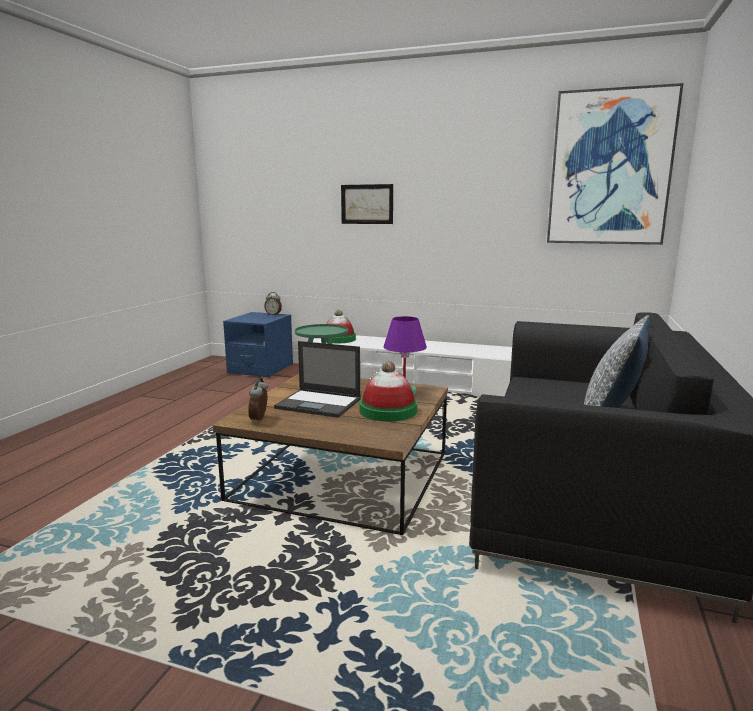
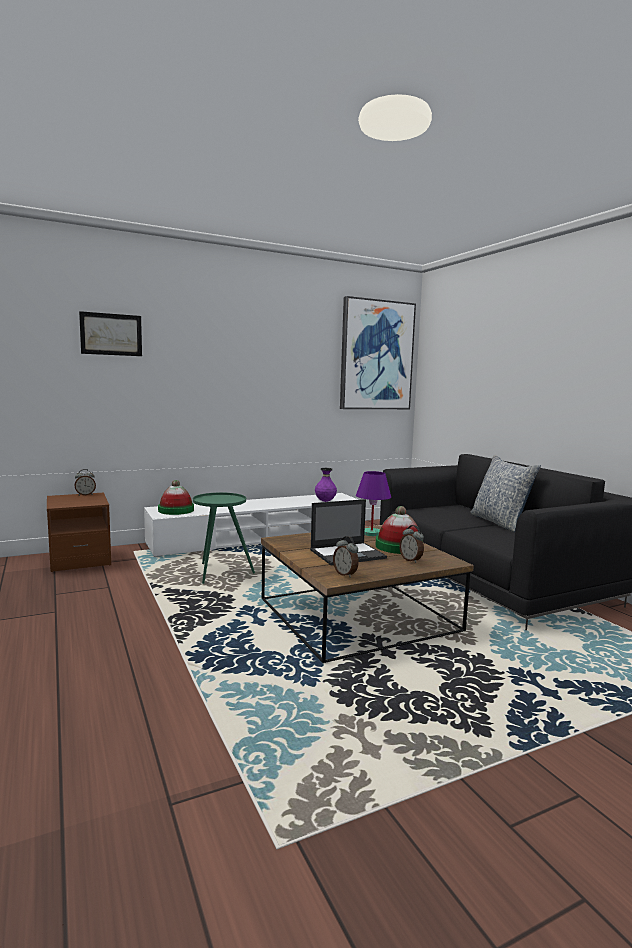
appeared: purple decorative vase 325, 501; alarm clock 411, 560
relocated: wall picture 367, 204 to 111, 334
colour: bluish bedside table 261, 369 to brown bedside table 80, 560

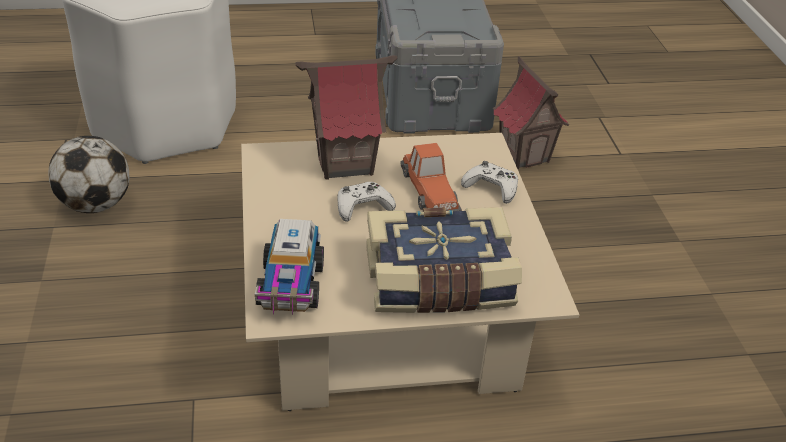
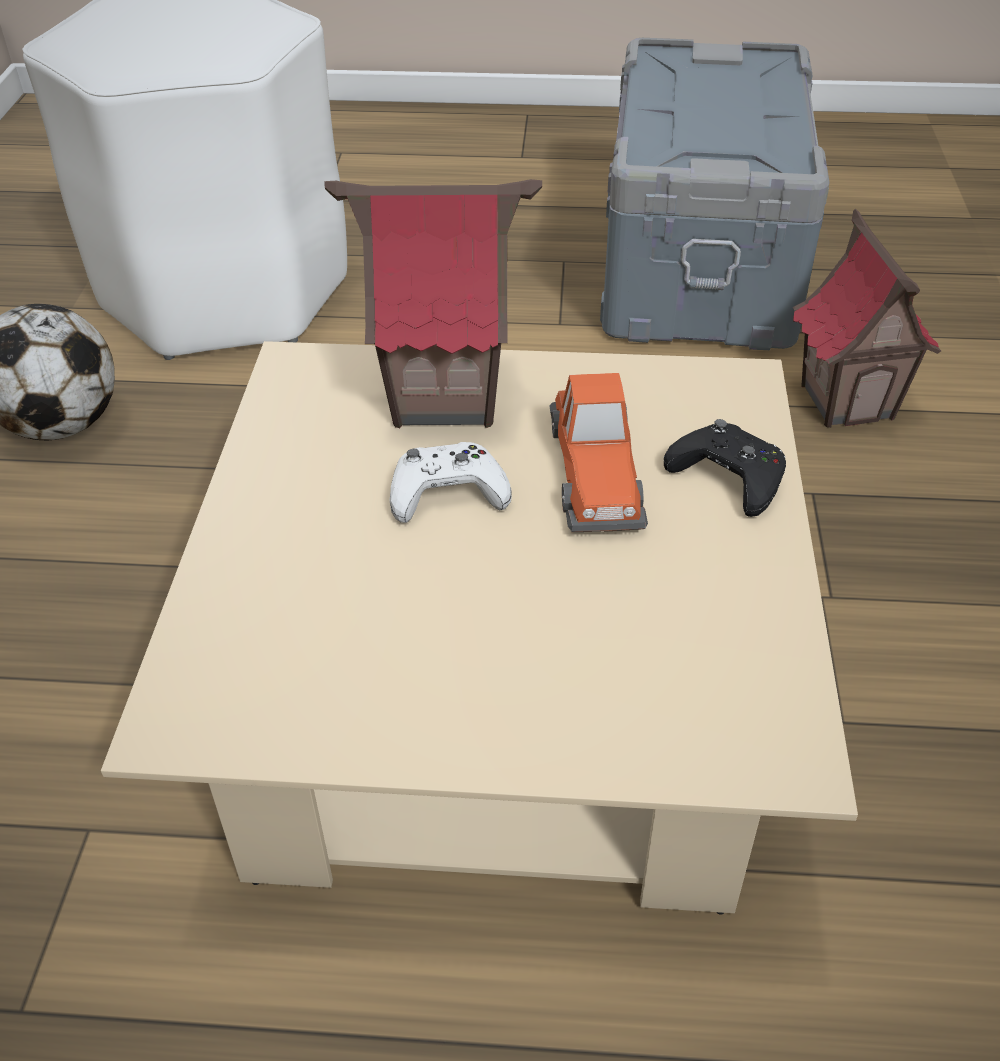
missing: volume 439, 283; model truck 291, 286
colour: white gamepad 491, 187 to black-coloured gamepad 728, 477

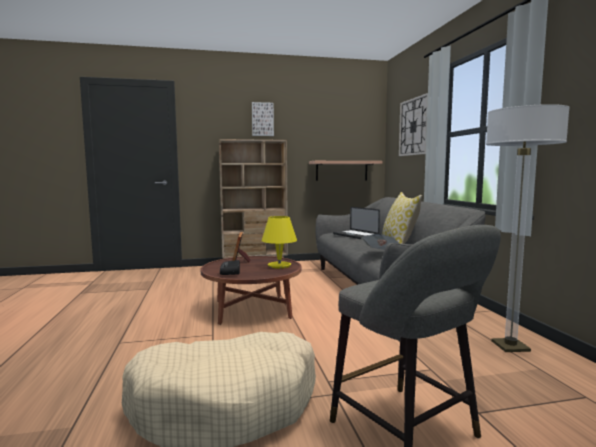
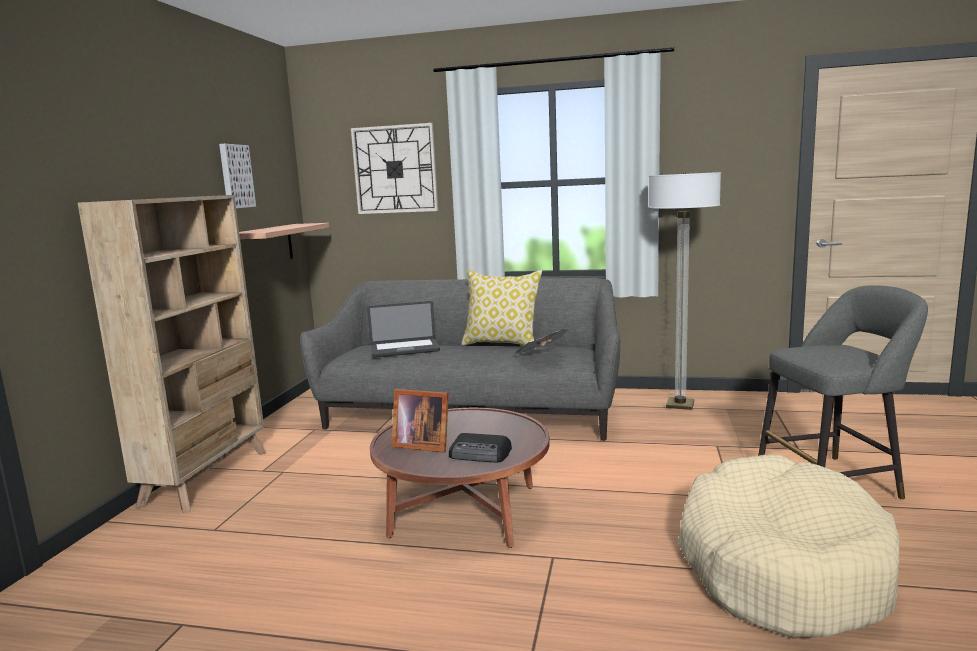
missing: yellowish table lamp 279, 265
relocated: wall picture 262, 119 to 235, 176

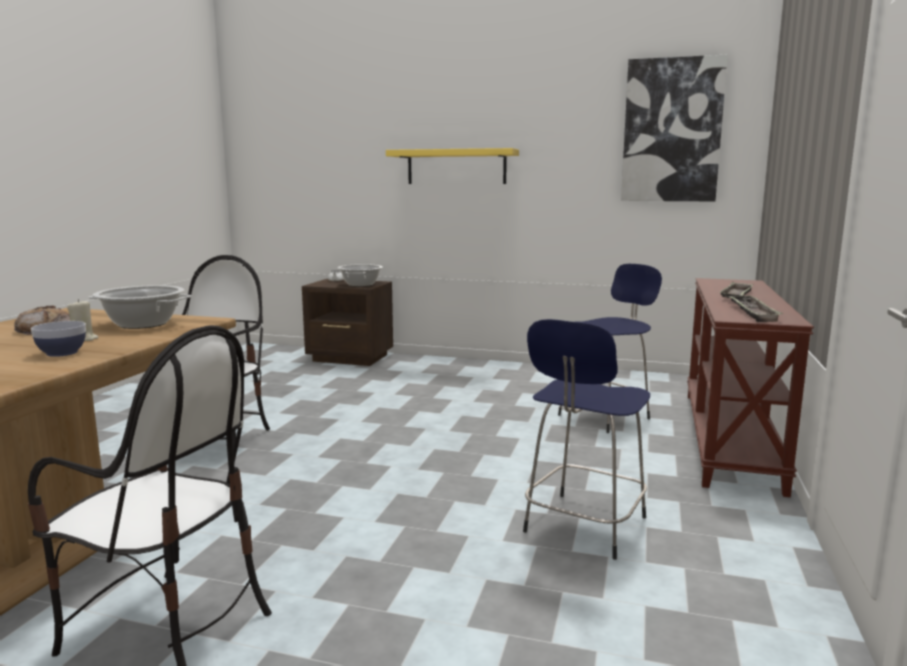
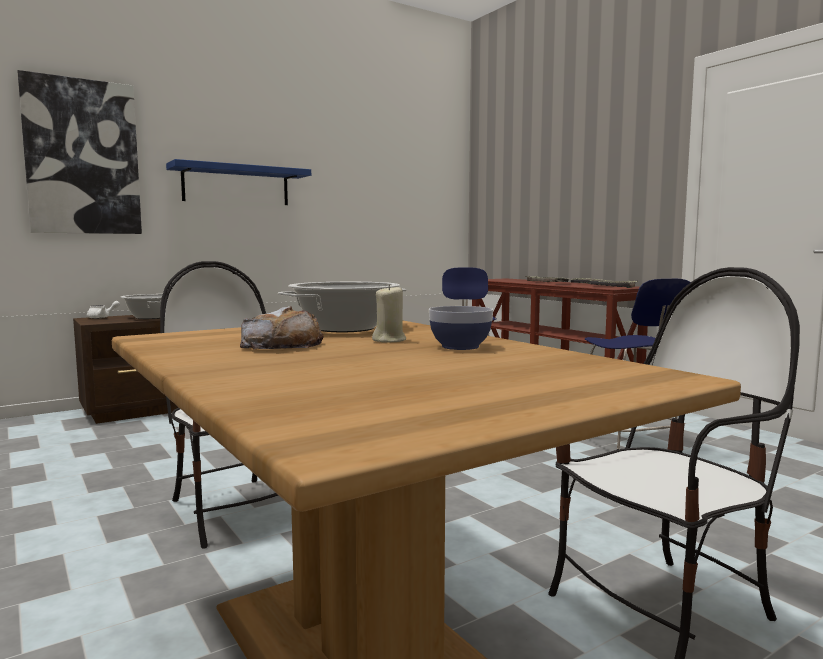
relocated: wall picture 672, 131 to 82, 157
colour: yellowish bracket shelf 456, 167 to bluish bracket shelf 236, 185

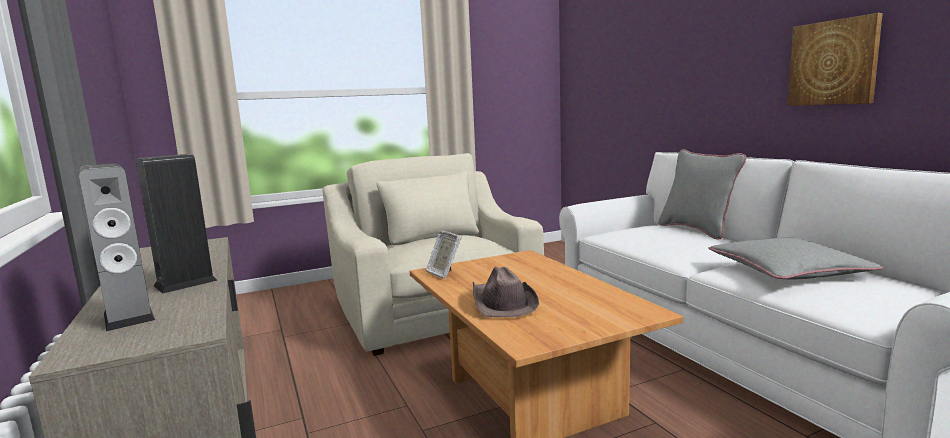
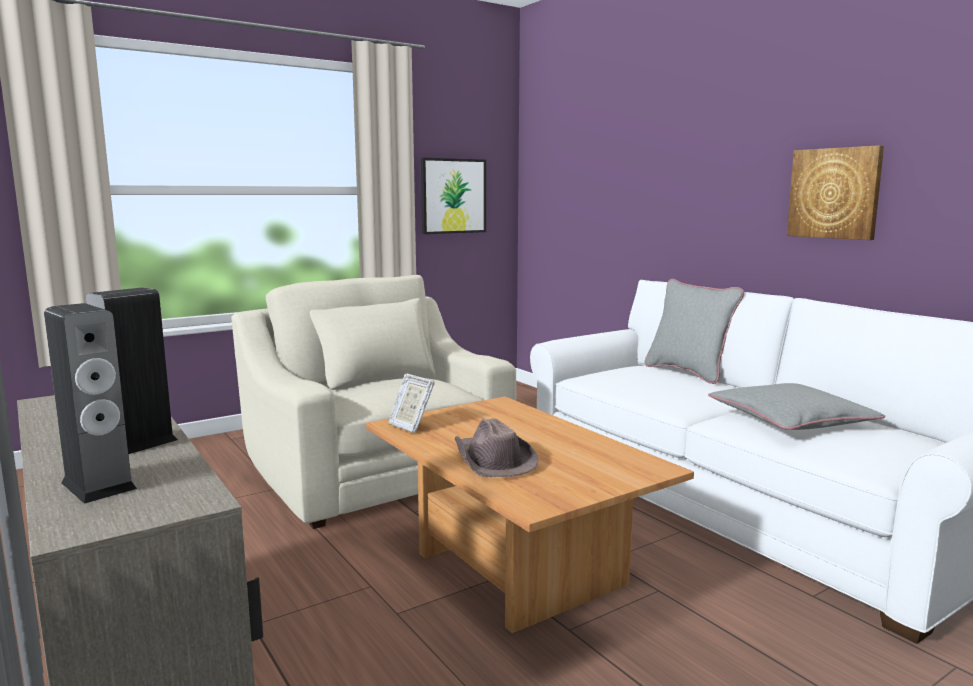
appeared: wall picture 453, 196

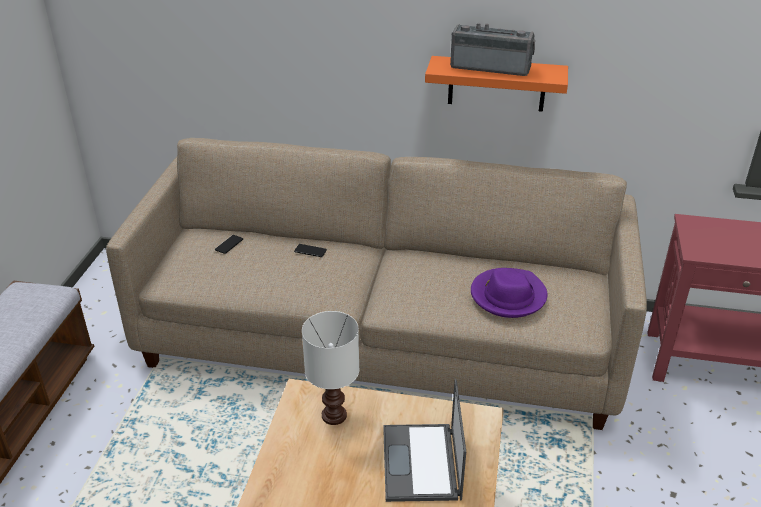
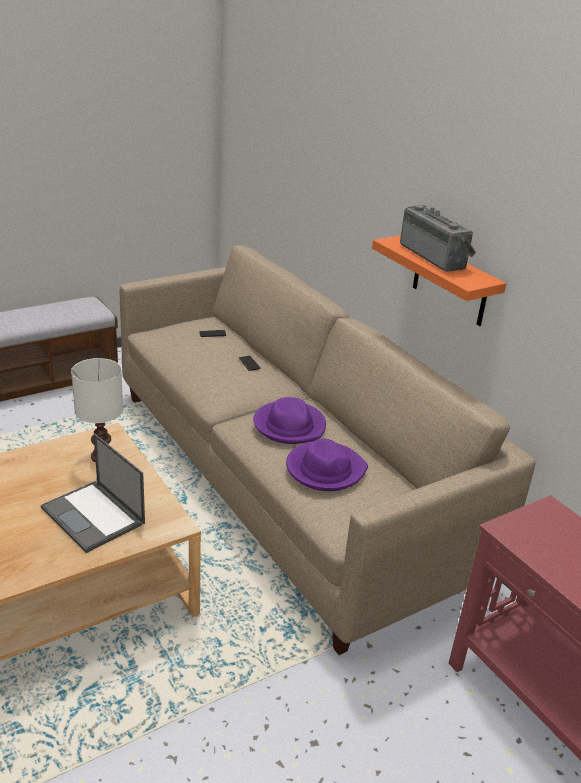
appeared: purple wearable hat 289, 425
spun: laptop 421, 463 = 94, 516 90 degrees counterclockwise

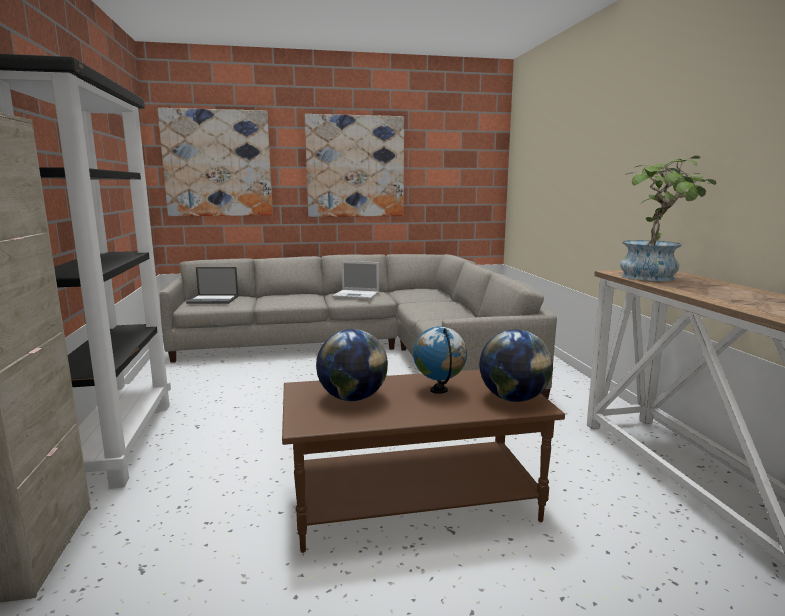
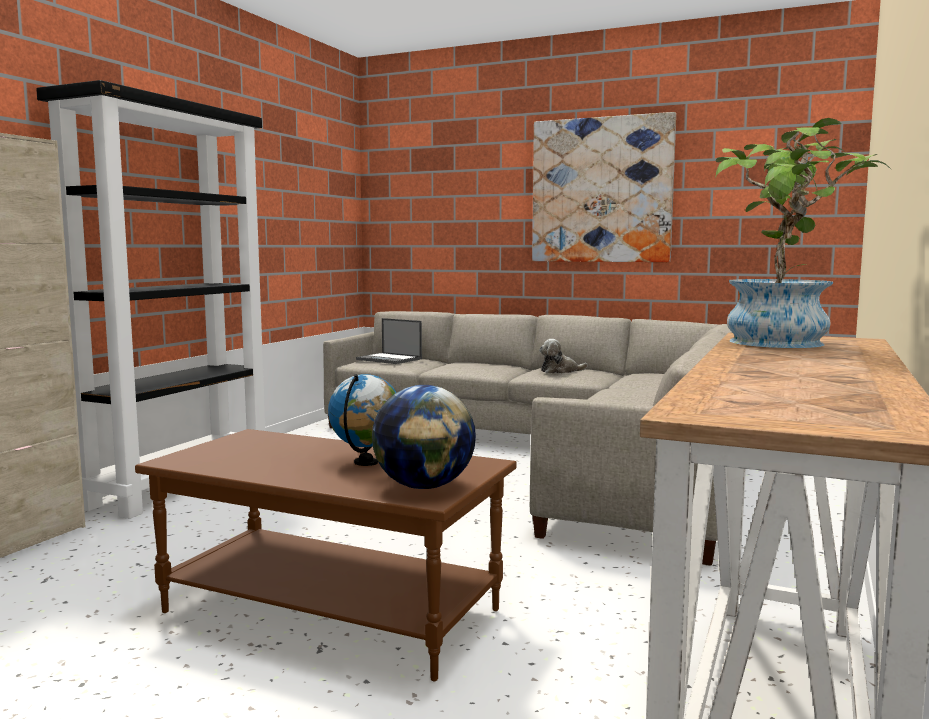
missing: wall picture 217, 163; world globe 352, 398
exchanged: laptop 357, 295 to soft toy 560, 371

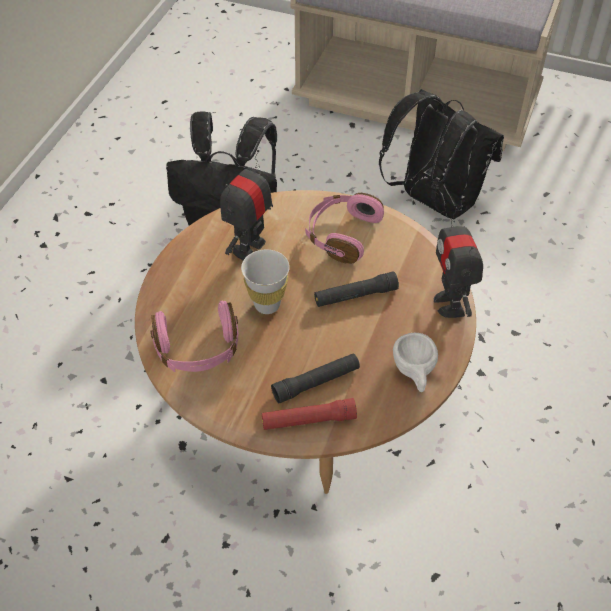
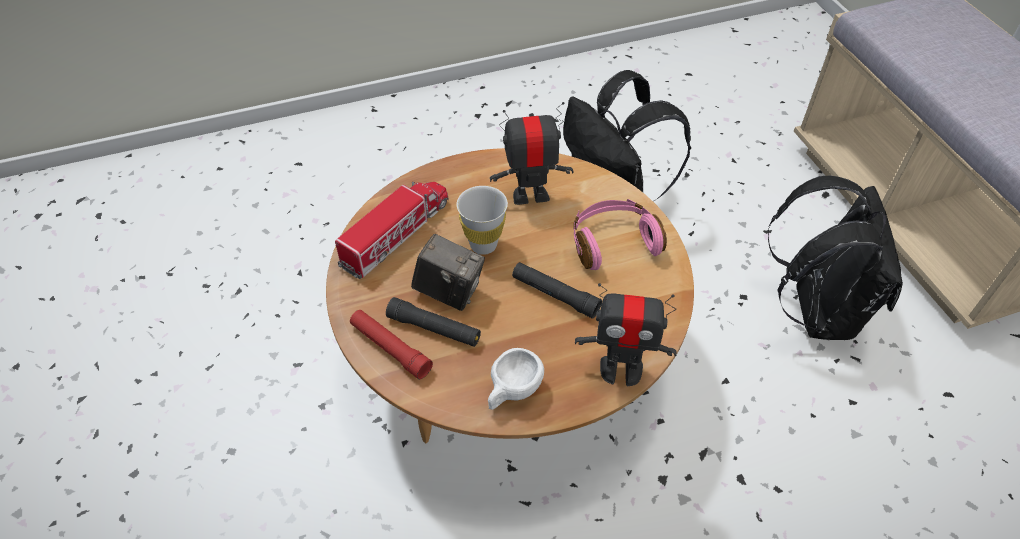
appeared: still camera 449, 291
exchanged: pink headset 198, 349 to model truck 396, 234
spun: robot figure 450, 304 = 621, 369 120 degrees counterclockwise

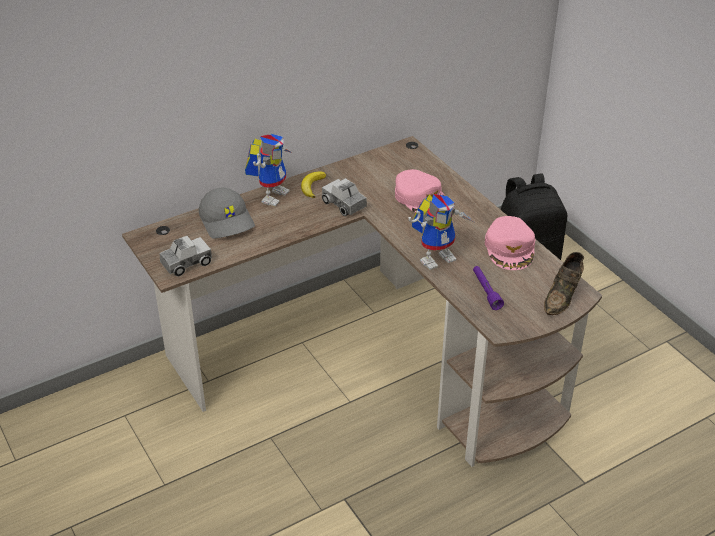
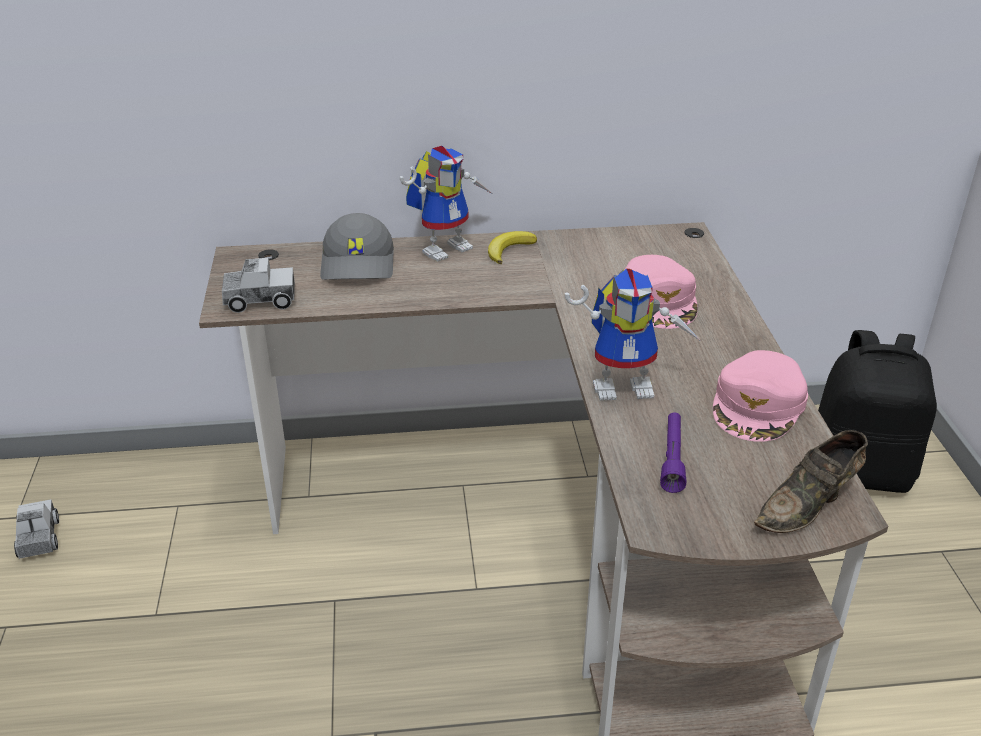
relocated: model truck 344, 204 to 39, 539

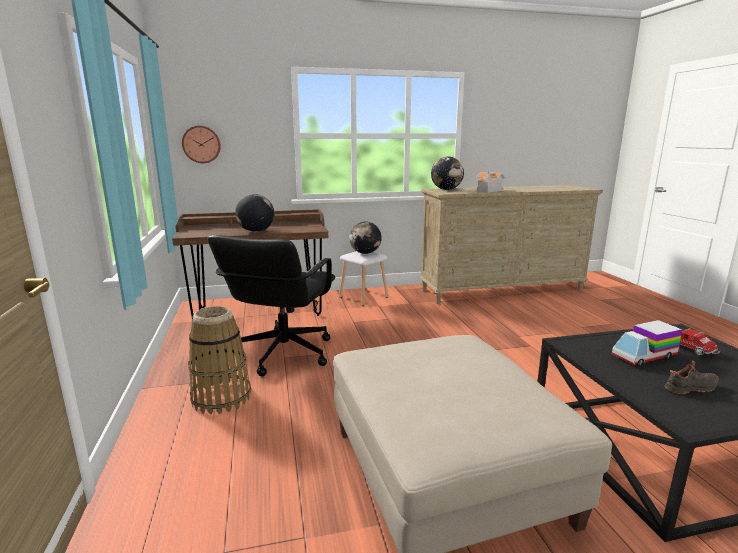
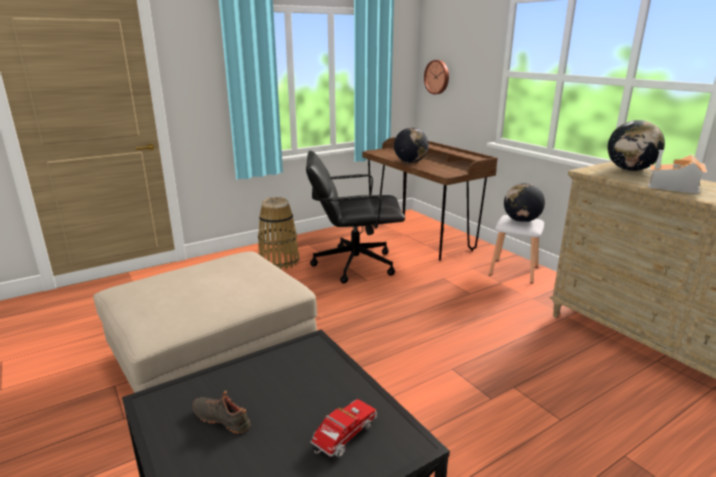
missing: model truck 644, 356
spun: black-coloured low shoe 692, 388 = 223, 418 150 degrees clockwise

